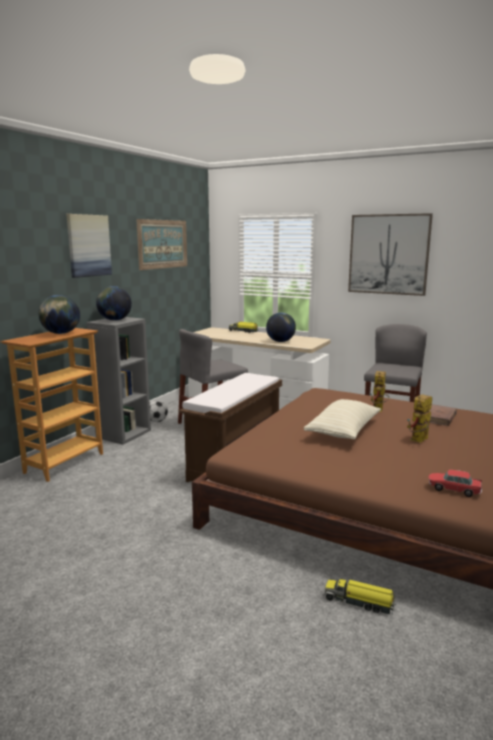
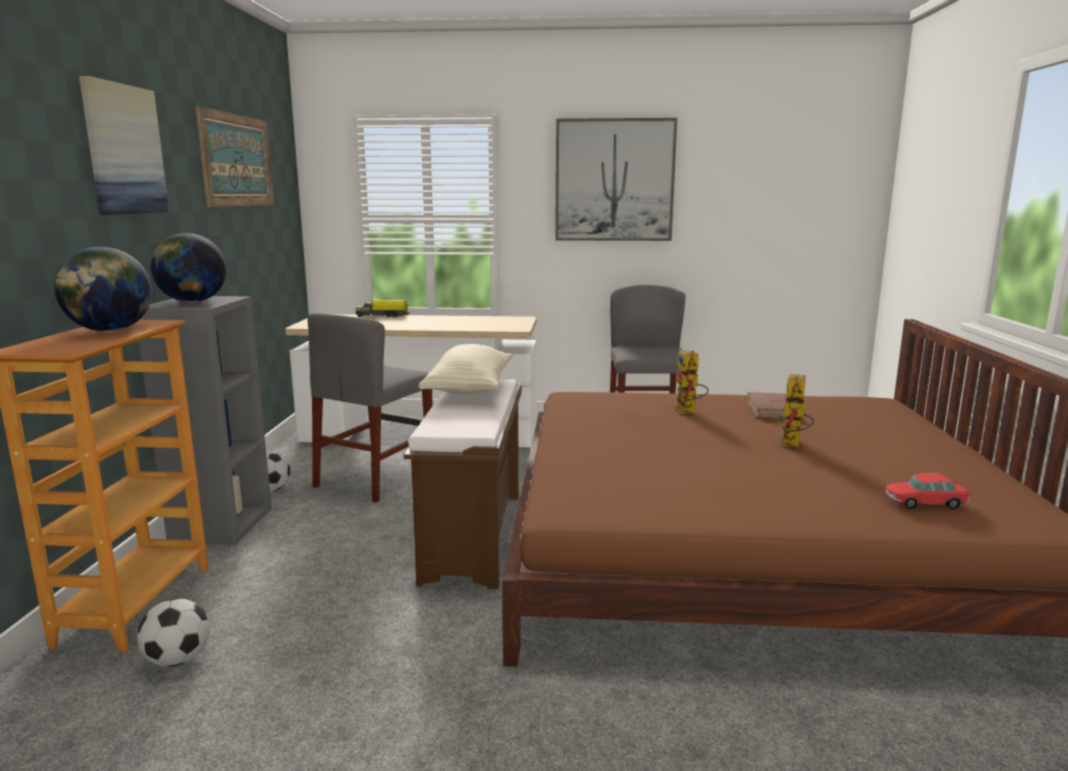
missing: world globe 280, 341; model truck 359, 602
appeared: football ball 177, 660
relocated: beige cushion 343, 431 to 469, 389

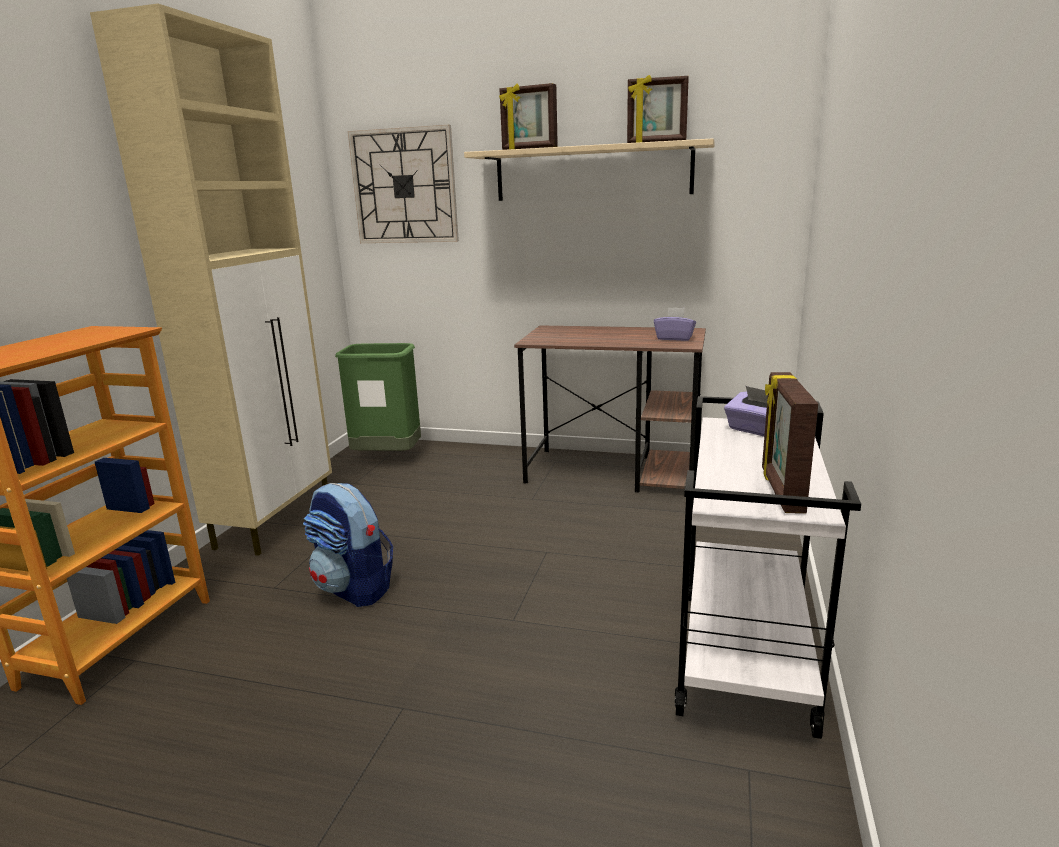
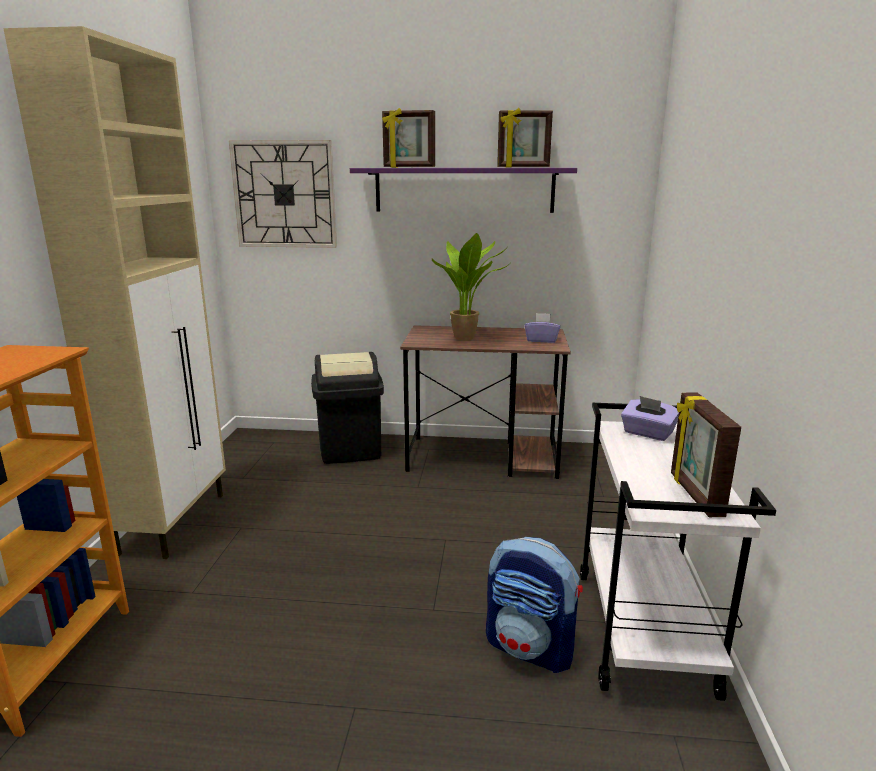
missing: green trash can 387, 458
appeared: plant in a pot 468, 339; black-coloured trash can 350, 450
relocated: backpack 354, 589 to 531, 648
colour: beige bracket shelf 592, 173 to purple bracket shelf 464, 190

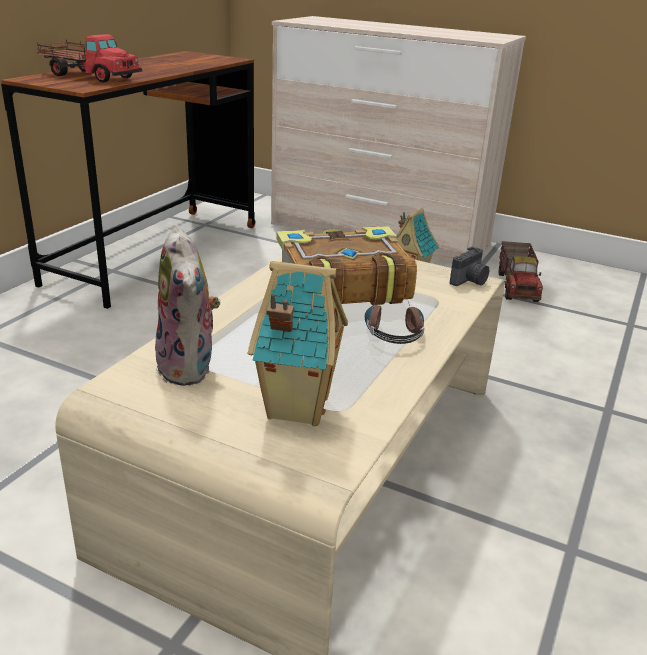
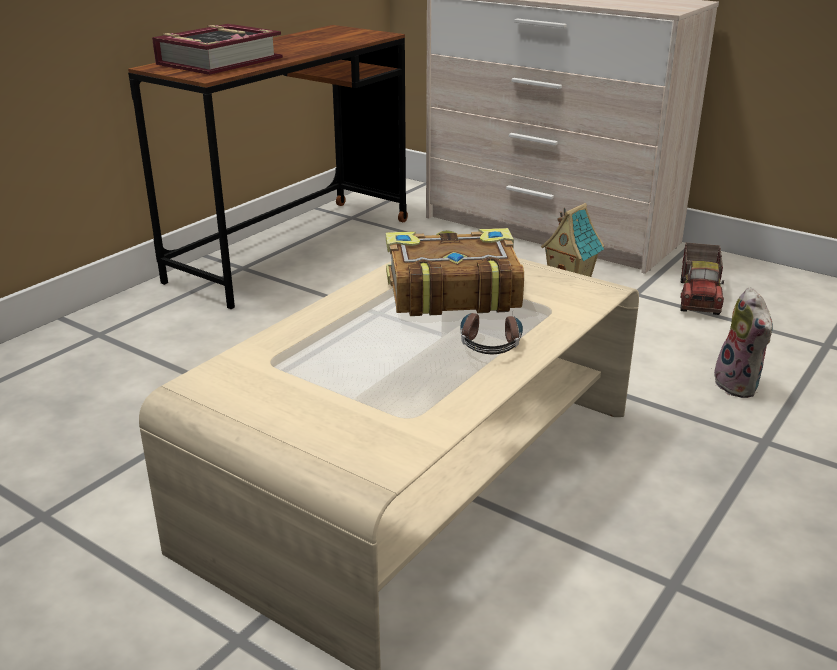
missing: still camera 470, 281; toy house 295, 407
relocated: soft toy 190, 368 to 740, 385
exchanged: model truck 90, 76 to volume 219, 61

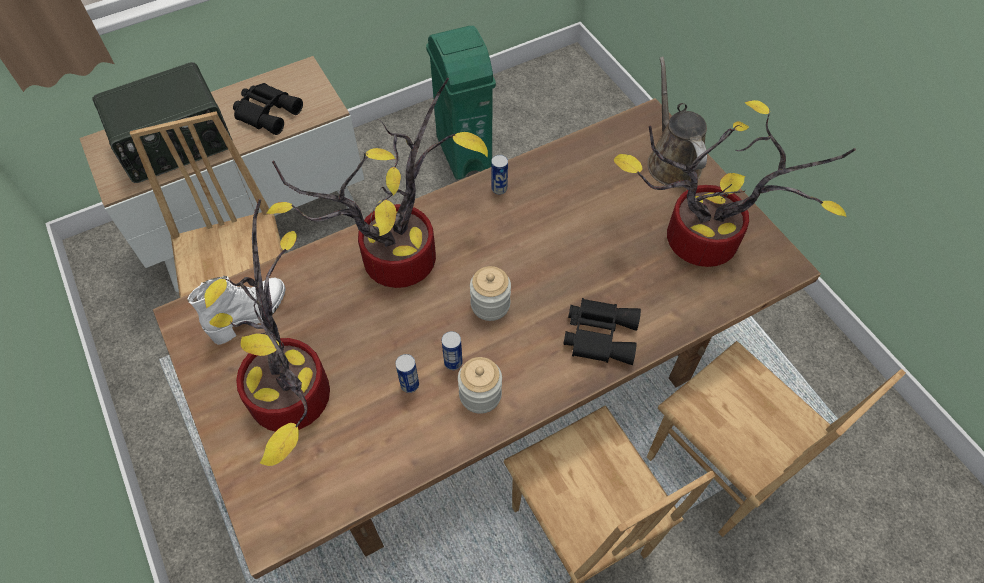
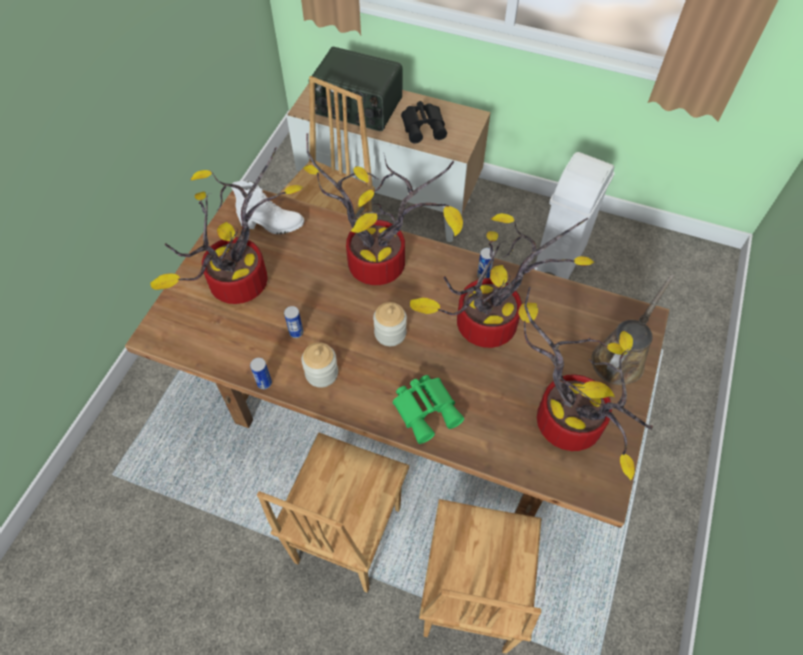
appeared: plant in a pot 485, 329
relocated: metal can 453, 362 to 264, 383
colour: green trash can 464, 152 to white trash can 560, 257; black-coloured binoculars 599, 333 to green binoculars 427, 409

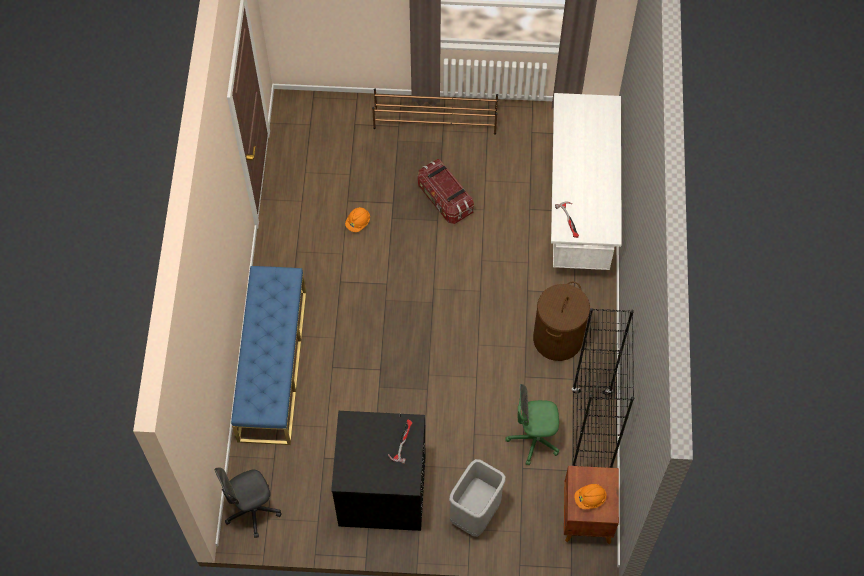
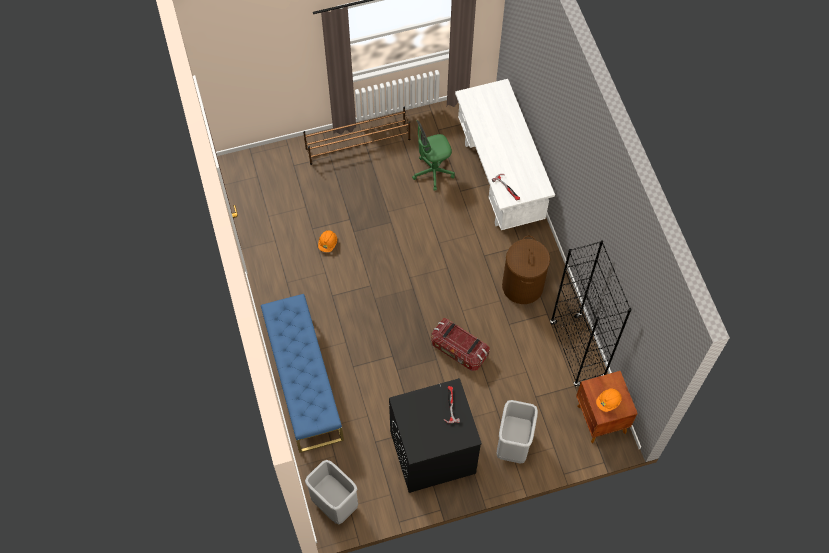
relocated: storage container 444, 199 to 459, 350; green computer chair 533, 440 to 433, 172
exchanged: greyish computer chair 252, 511 to greyish trash can 334, 504

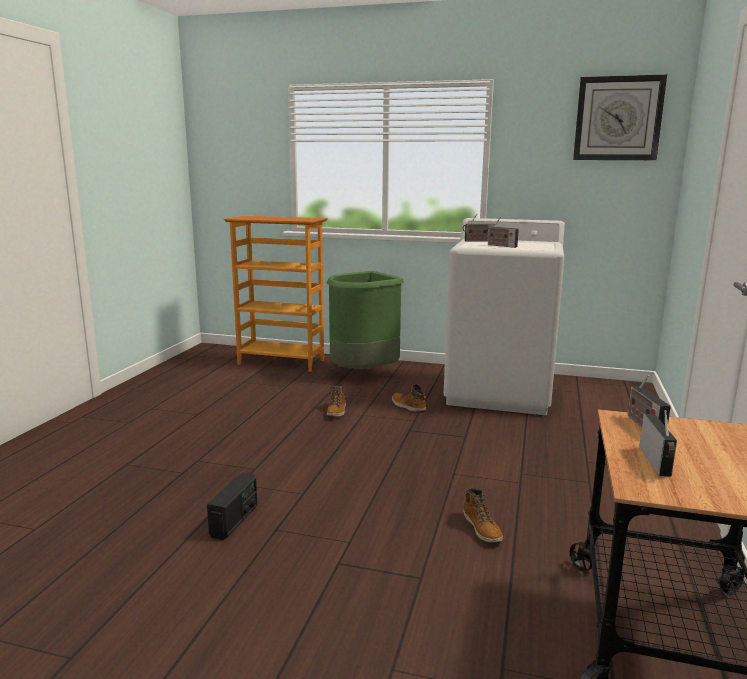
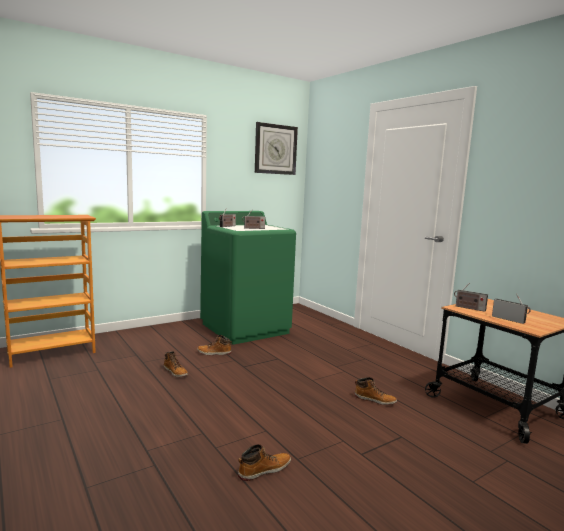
missing: green trash can 363, 374
exchanged: radio receiver 235, 520 to boot 264, 470
colour: white washing machine 500, 392 to green washing machine 245, 328

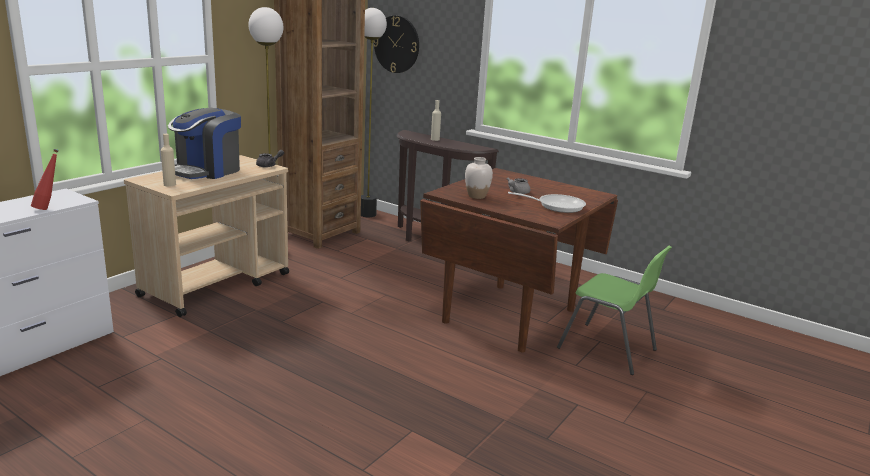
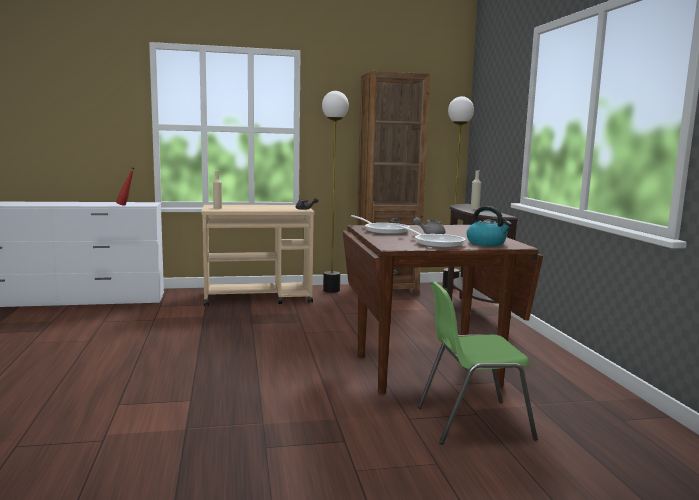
missing: wall clock 396, 44; coffee brewer 207, 171
appeared: tea kettle 487, 243
exchanged: white decorative vase 476, 196 to frying pan 384, 230
spun: green upright chair 608, 349 = 471, 422 90 degrees clockwise

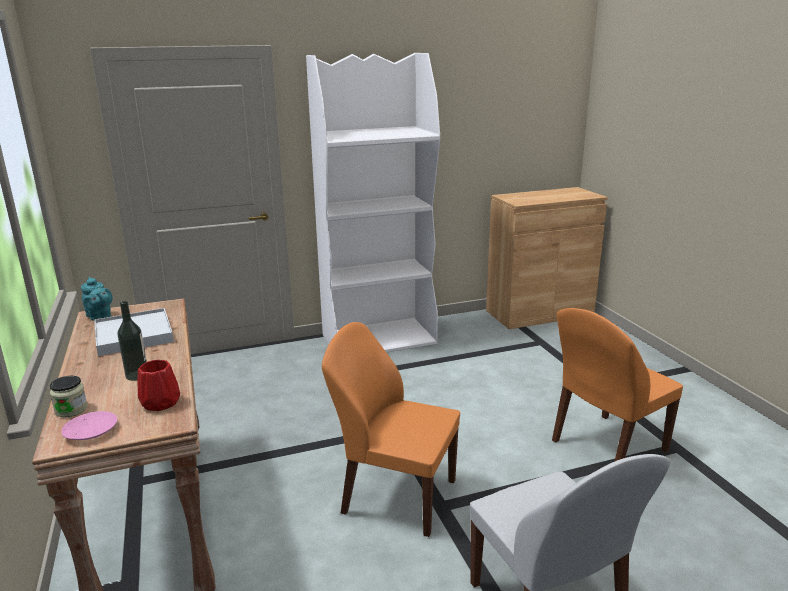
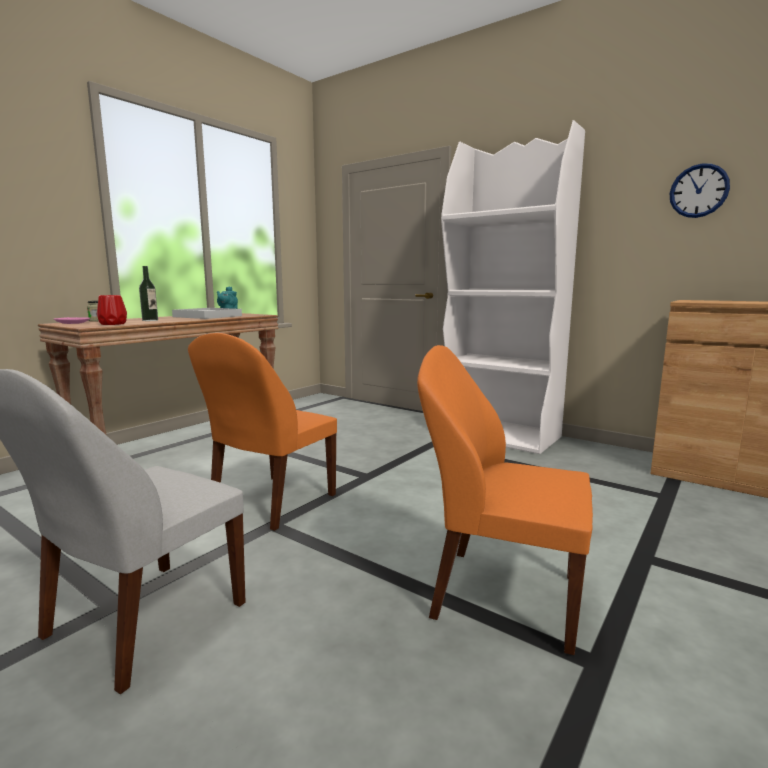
appeared: wall clock 699, 191
spun: orangey upright chair 396, 495 = 271, 503 135 degrees counterclockwise

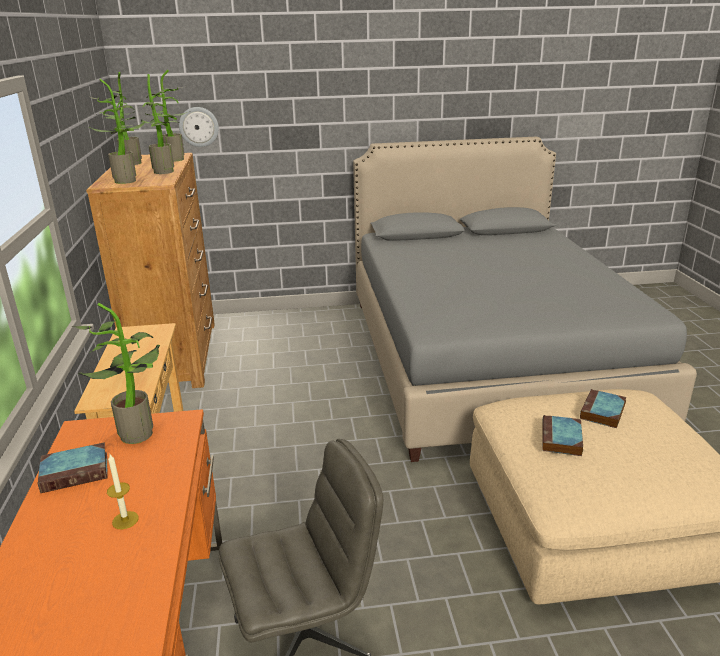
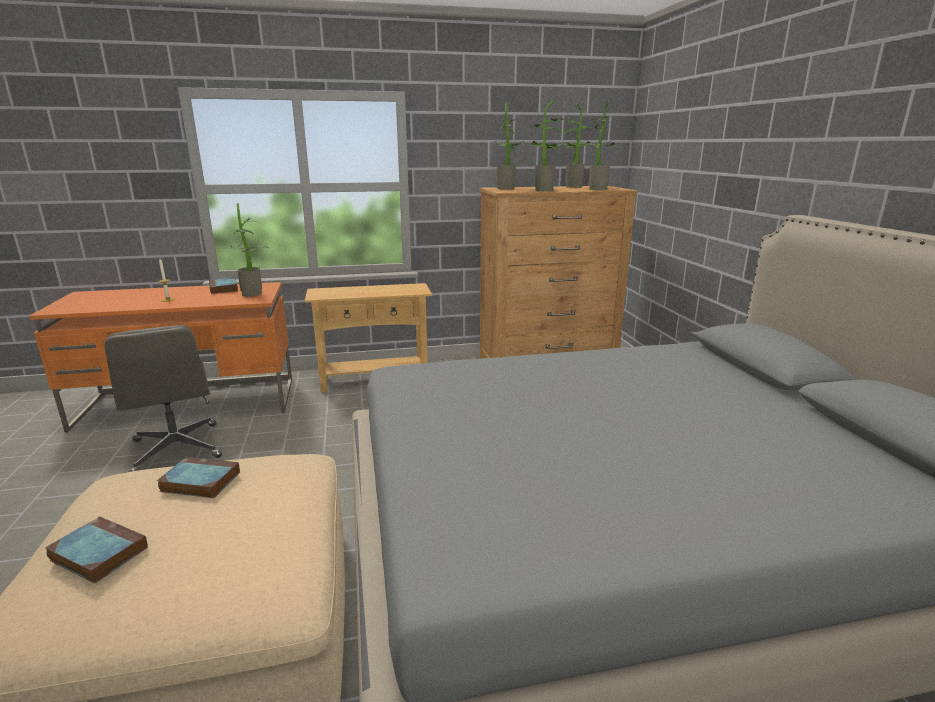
missing: wall clock 199, 127
relocated: volume 602, 412 to 97, 553

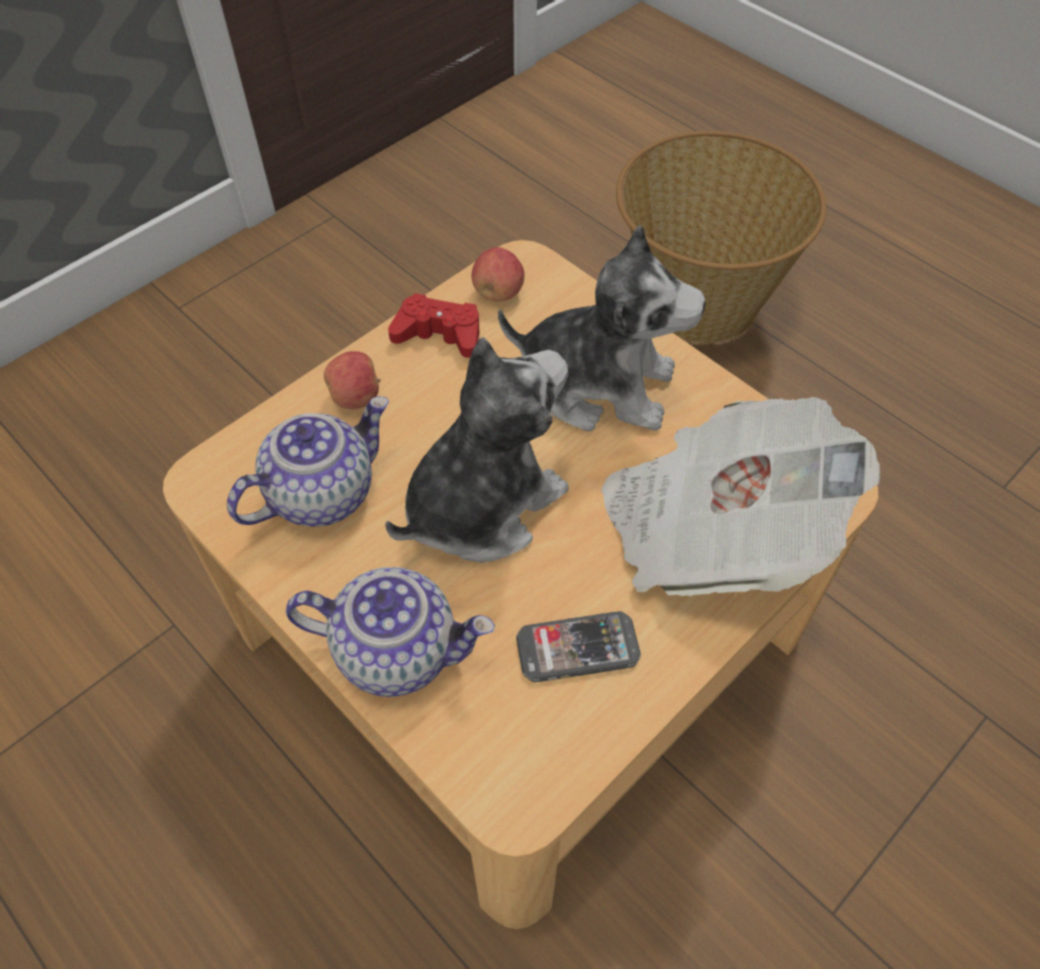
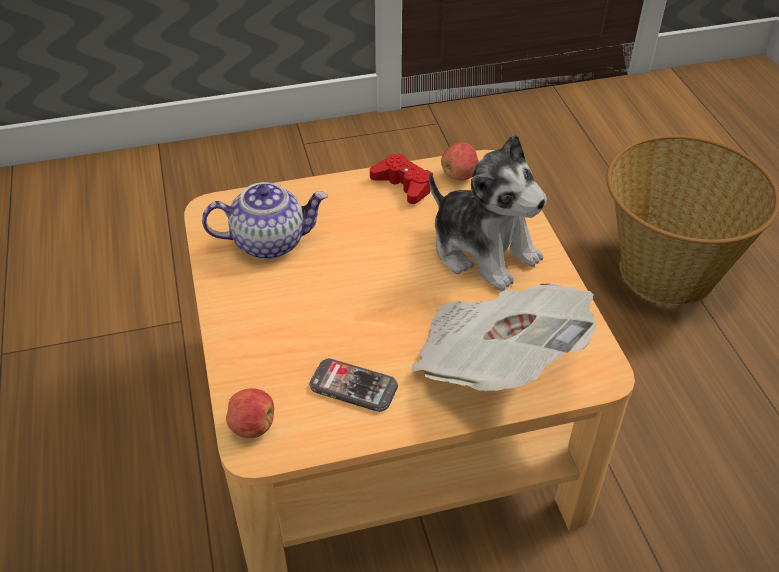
missing: soft toy 481, 504; pot for tea 398, 649
relocated: apple 356, 397 to 253, 426

